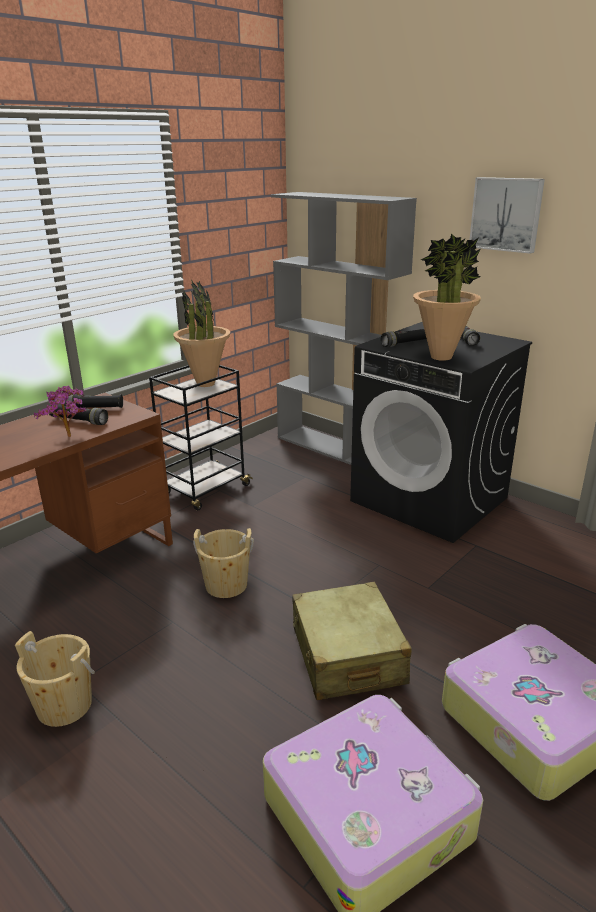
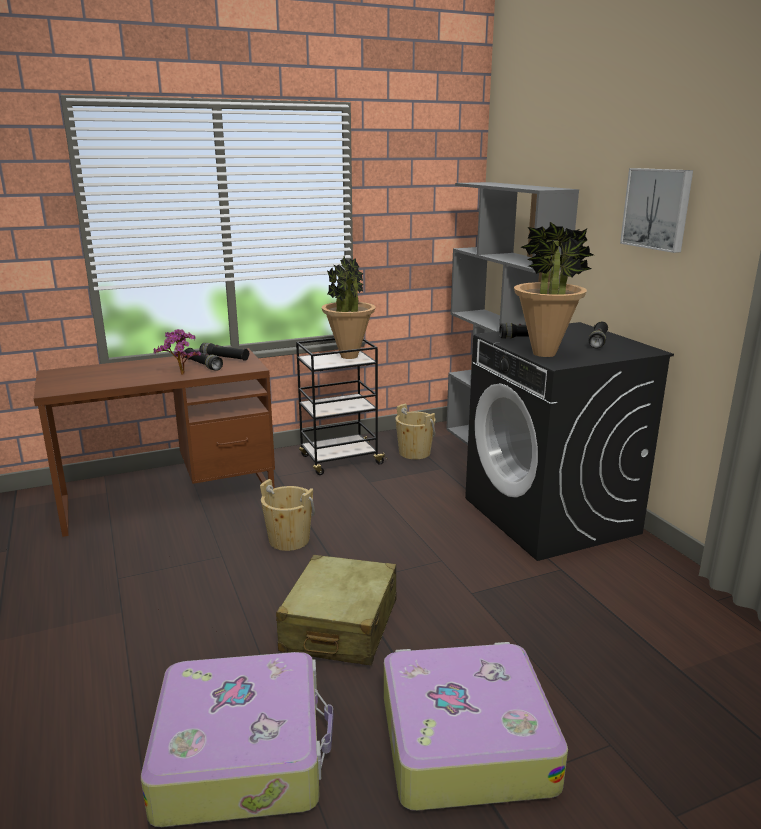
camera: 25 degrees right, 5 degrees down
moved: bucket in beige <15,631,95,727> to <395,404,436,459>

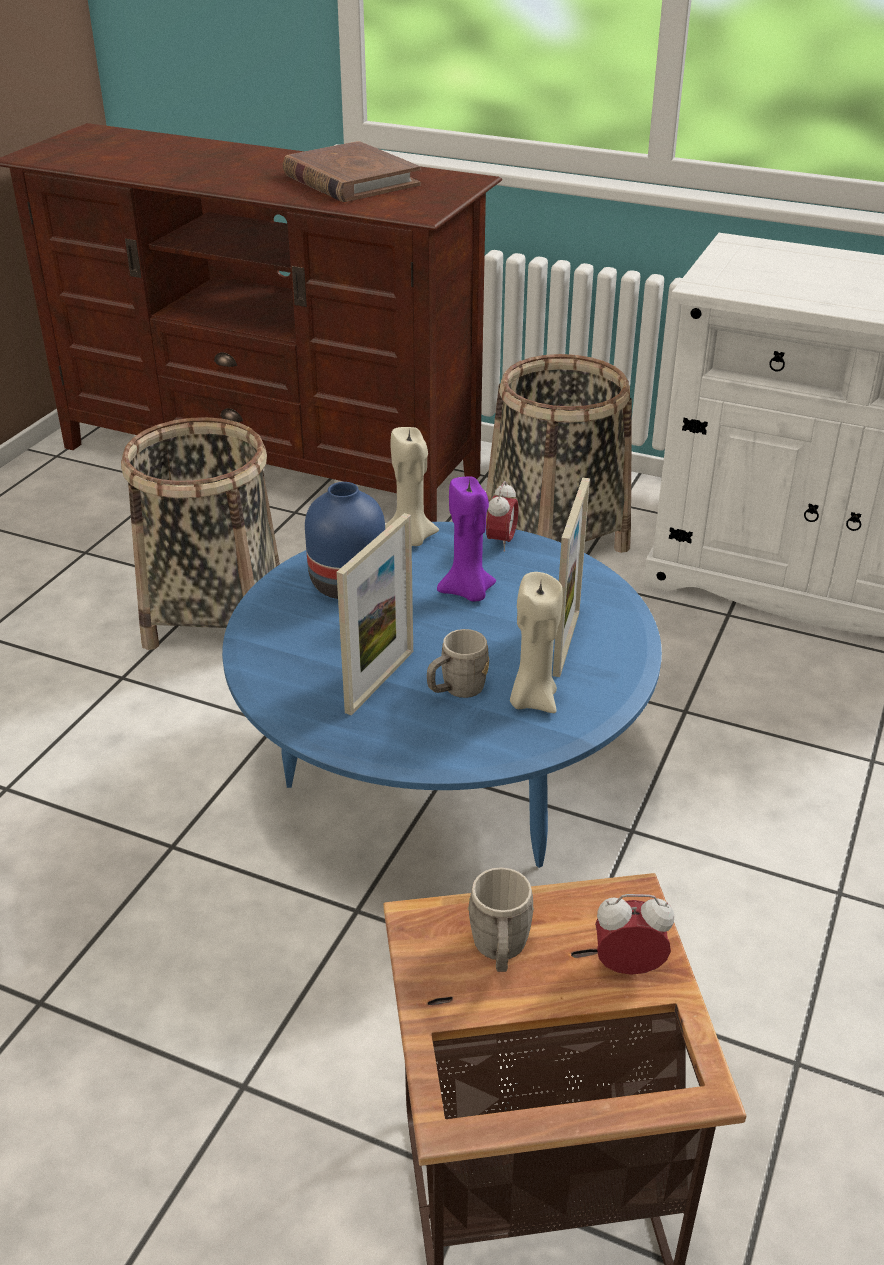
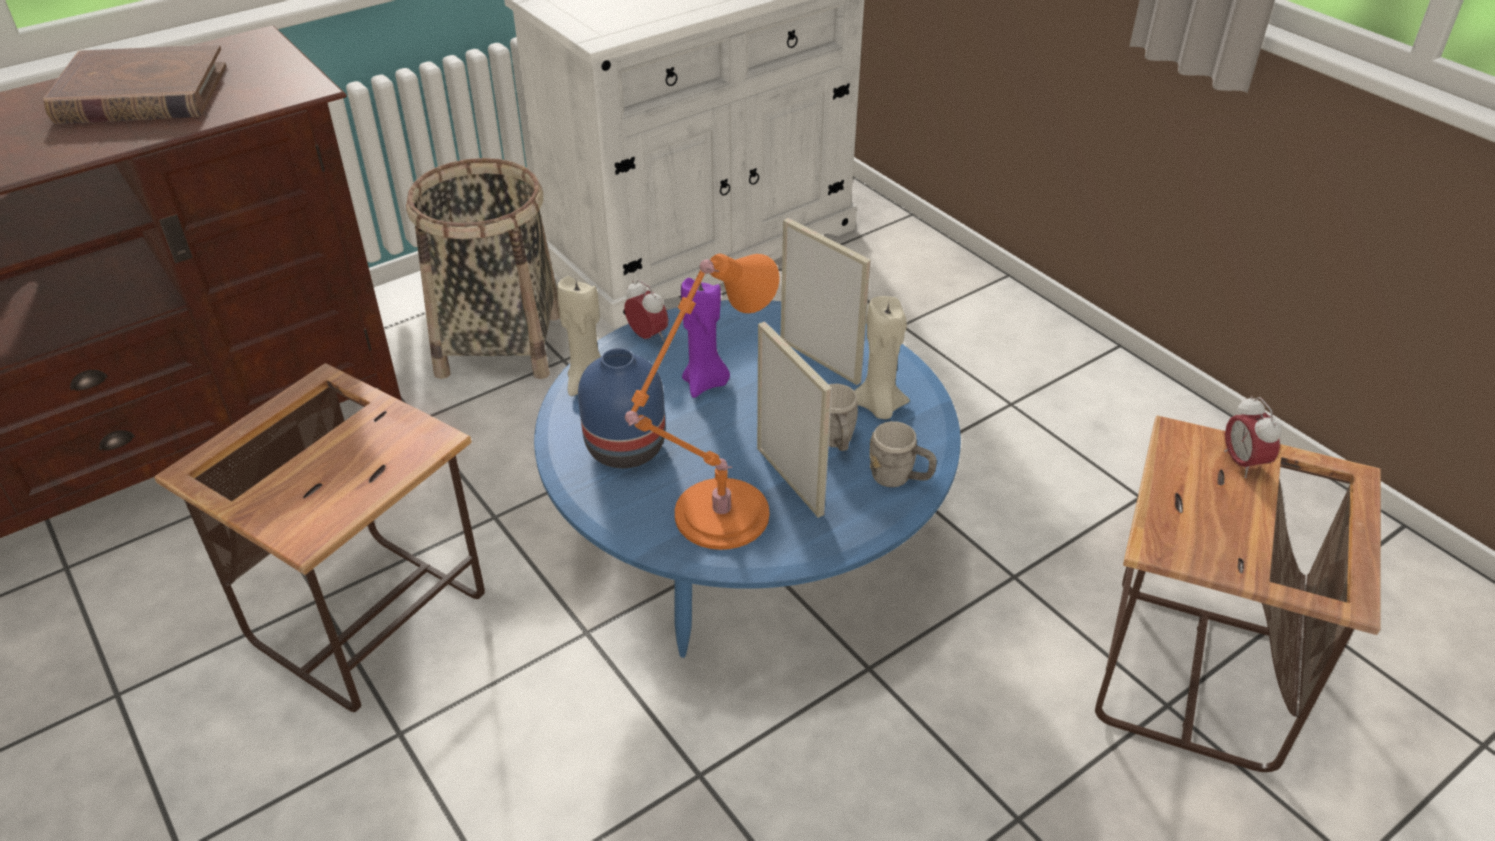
camera: 60 degrees left, 5 degrees up
added: table lamp in orange <625,254,780,550>
moved: mug in grey <468,867,534,972> to <870,421,937,487>
replaced: basket <121,417,280,650> to side table <154,363,485,712>
turned: alarm clock <595,894,674,975> = <1224,396,1282,478> 45 degrees counterclockwise

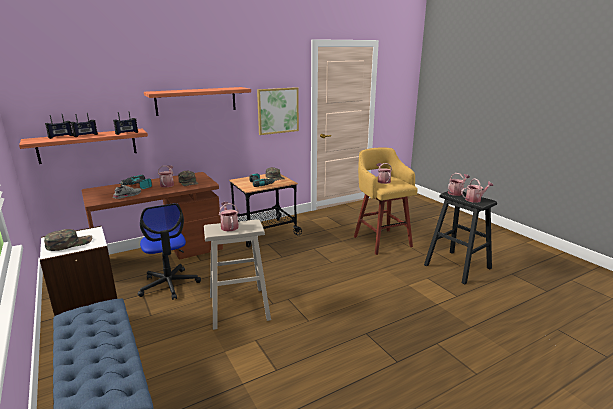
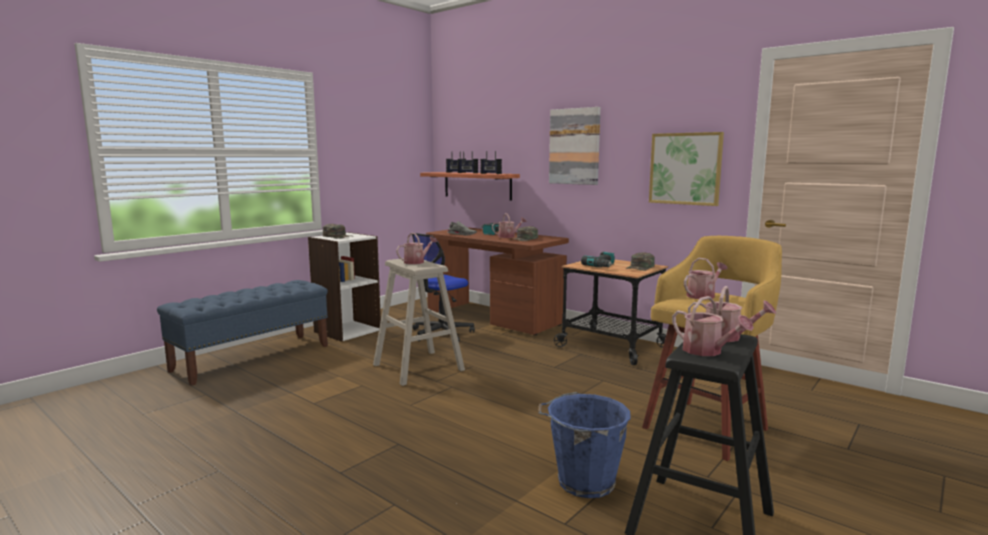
camera: 70 degrees right, 10 degrees down
added: bucket in blue <538,392,631,498>
replaced: shelf <144,87,251,116> to picture <549,107,601,185>

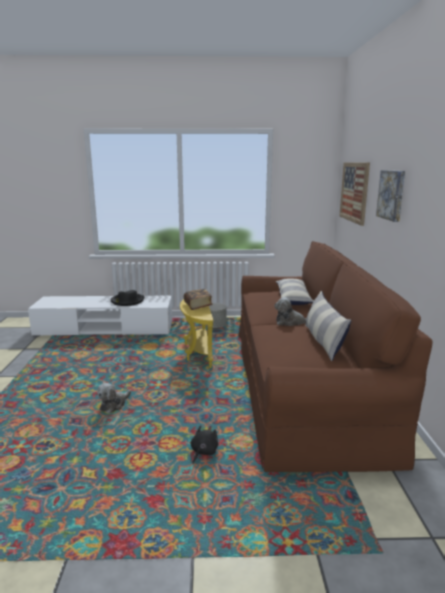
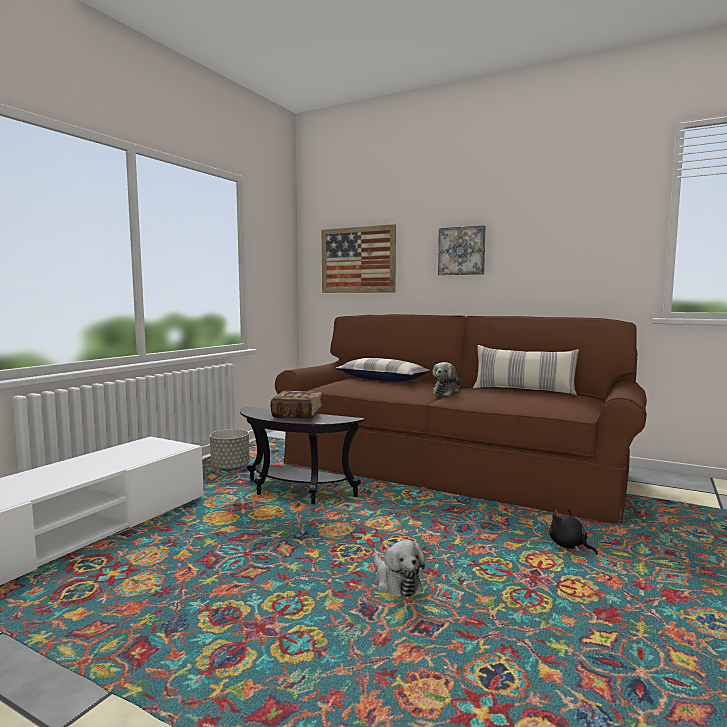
camera: 60 degrees left, 10 degrees down
removed: hat in black <111,290,145,306>
recoloured: side table in yellow <180,299,214,368> to side table in black <240,407,365,504>

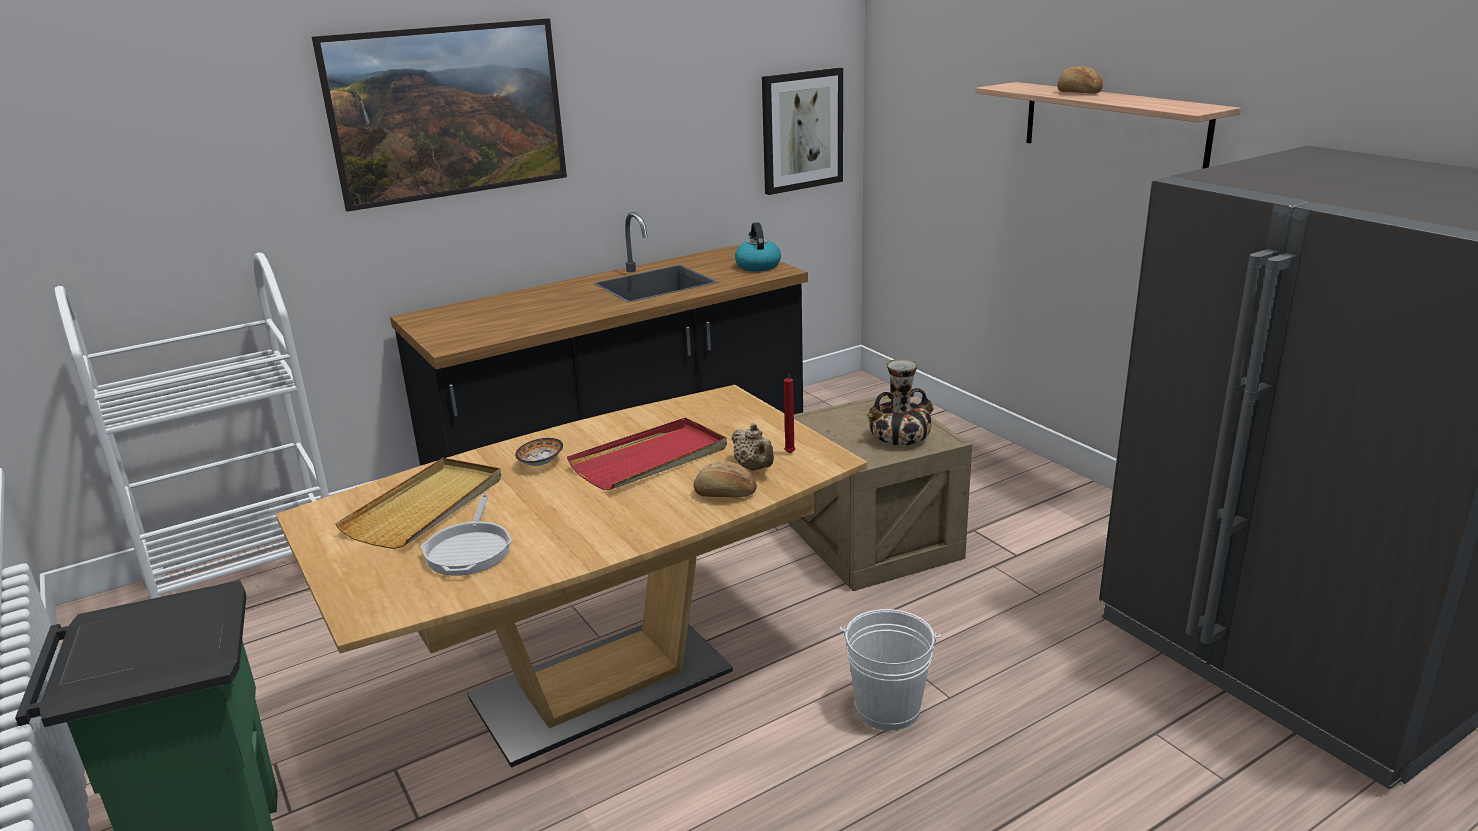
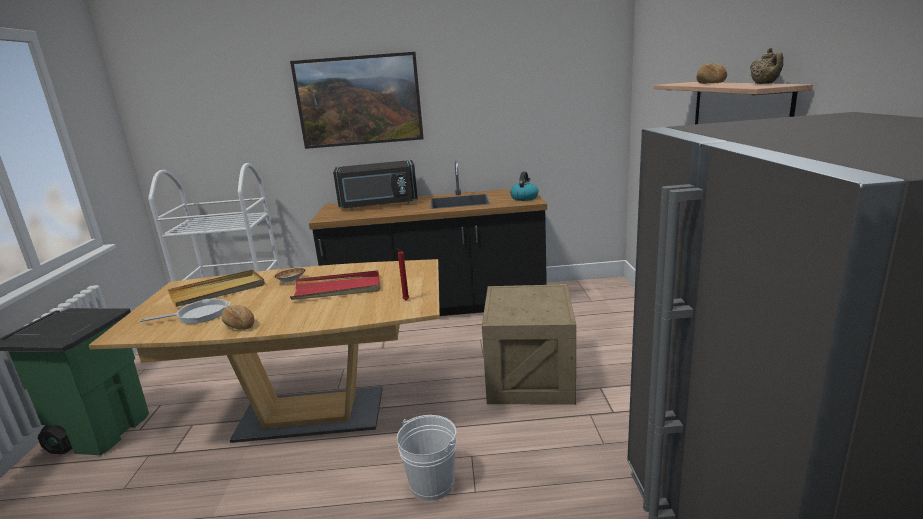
camera: 30 degrees right, 5 degrees down
removed: picture <762,68,843,195>; vase <868,359,933,445>
added: microwave in black <333,160,418,209>
moved: bread <694,461,757,498> to <222,305,254,330>; teapot in beige <732,423,774,471> to <750,48,784,84>
turned: frying pan <421,494,512,575> = <140,299,231,324> 135 degrees counterclockwise

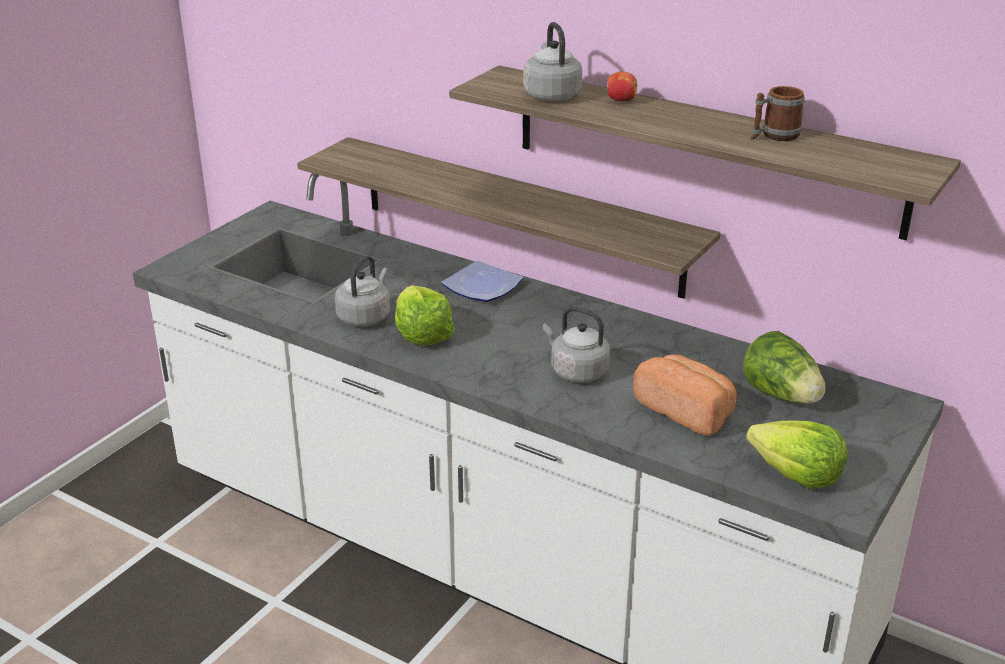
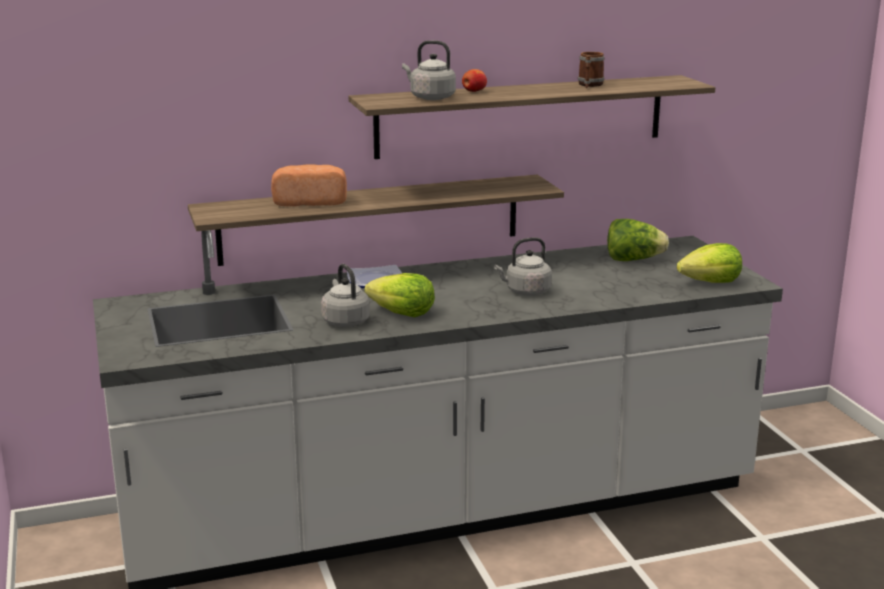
camera: 50 degrees left, 10 degrees down
moved: bread <633,355,737,436> to <271,164,347,206>

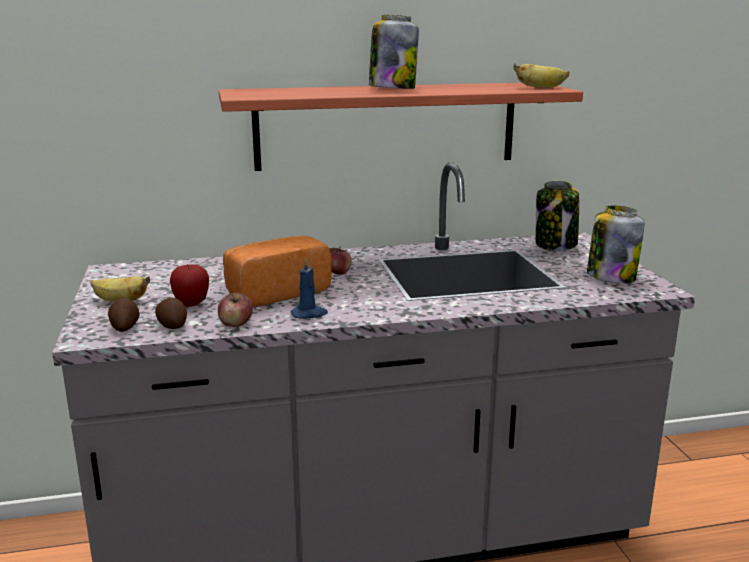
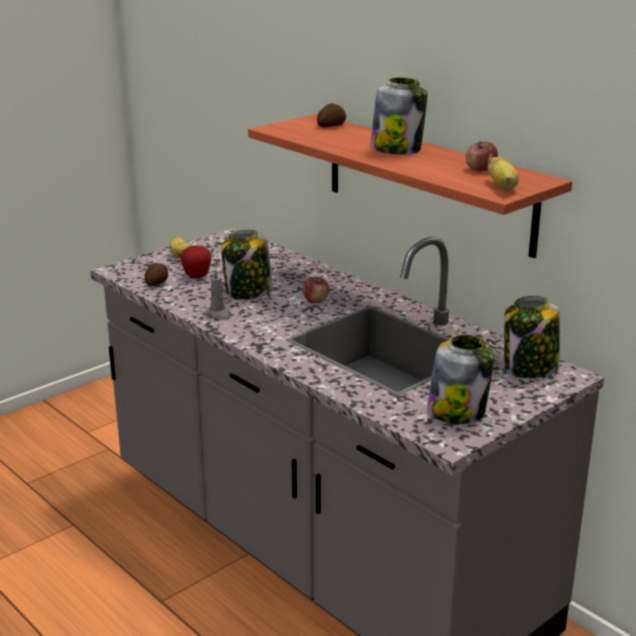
camera: 60 degrees right, 5 degrees up
moved: potato <108,298,139,332> to <317,103,346,127>; apple <218,293,253,327> to <466,141,498,171>
replaced: bread <223,236,332,307> to jar <221,230,273,300>
recoloured: candle in blue <291,257,328,319> to candle in grey <204,269,231,320>

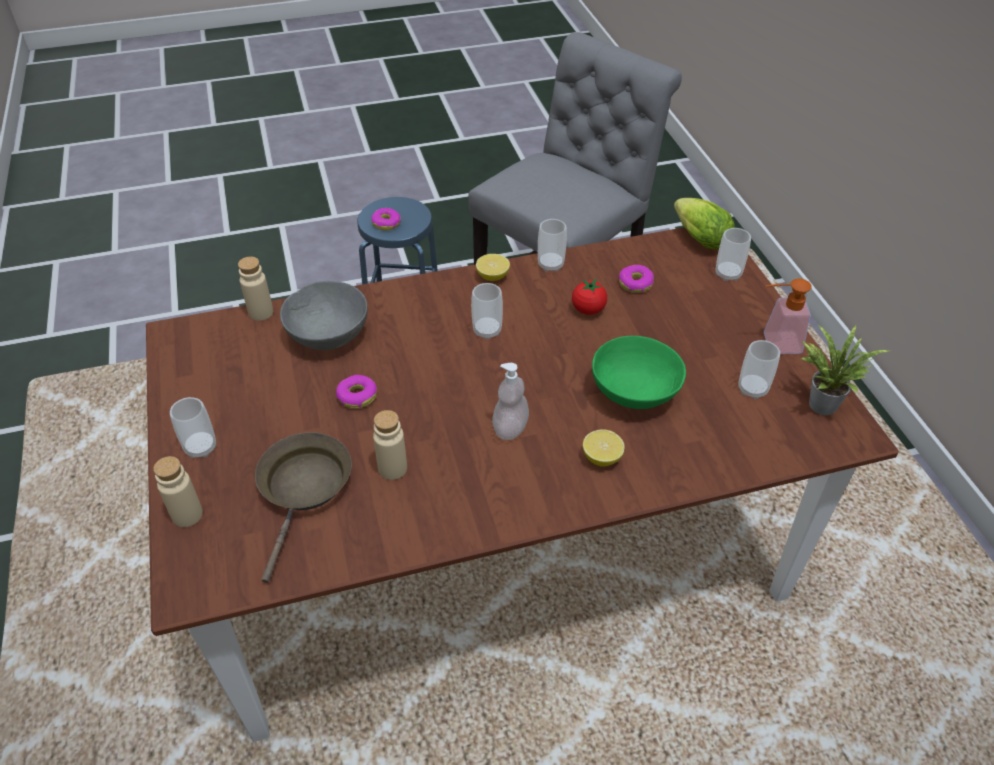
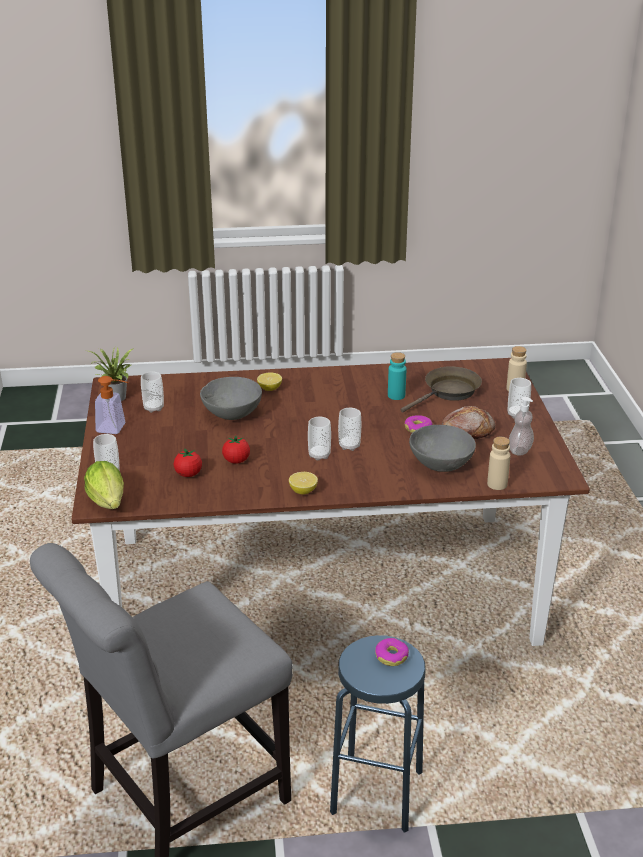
camera: 170 degrees left, 15 degrees down
added: bread <442,406,496,439>
moved: cup <538,219,567,272> to <338,408,361,451>; soap dispenser <492,363,529,440> to <509,397,534,456>
replaced: donut <619,265,654,293> to tomato <174,448,202,477>
recoloured: bowl in green <592,336,686,409> to bowl in grey <200,377,262,420>; bottle in beige <373,410,407,480> to bottle in turquoise <388,352,406,400>
turned: frying pan in brown <255,432,352,583> = <401,366,482,412> 150 degrees counterclockwise

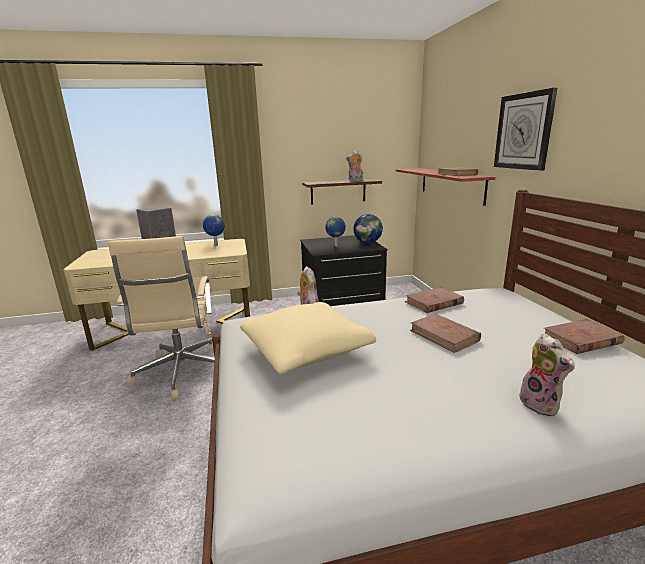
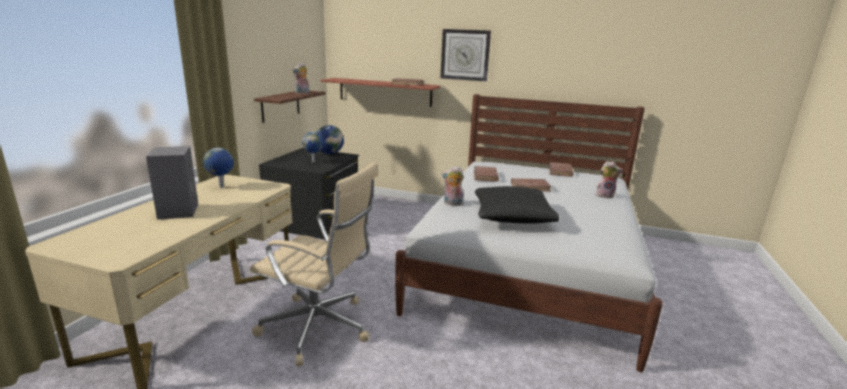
camera: 60 degrees left, 0 degrees up
recoloured: pillow in beige <240,302,376,374> to pillow in black <475,186,559,223>

